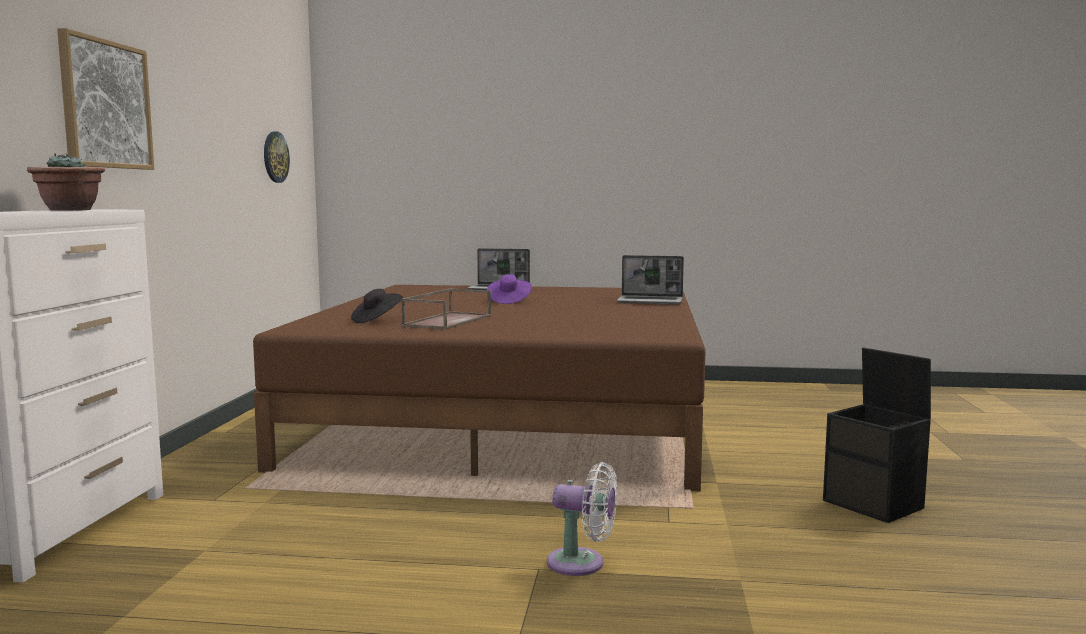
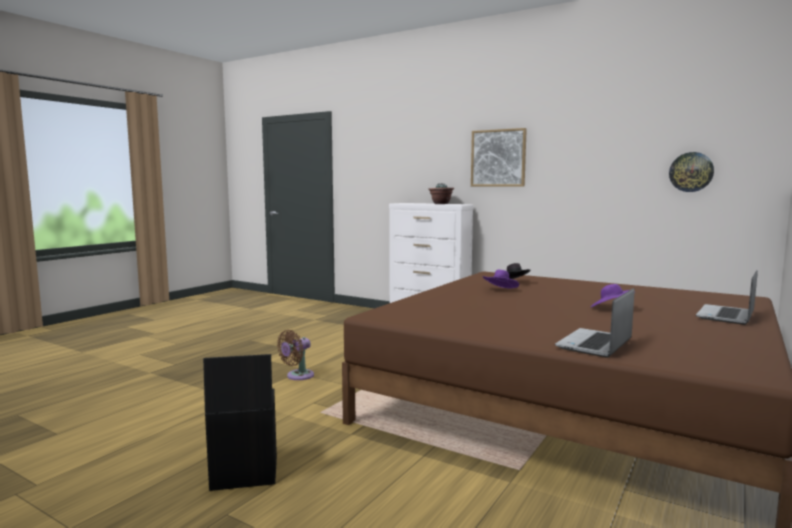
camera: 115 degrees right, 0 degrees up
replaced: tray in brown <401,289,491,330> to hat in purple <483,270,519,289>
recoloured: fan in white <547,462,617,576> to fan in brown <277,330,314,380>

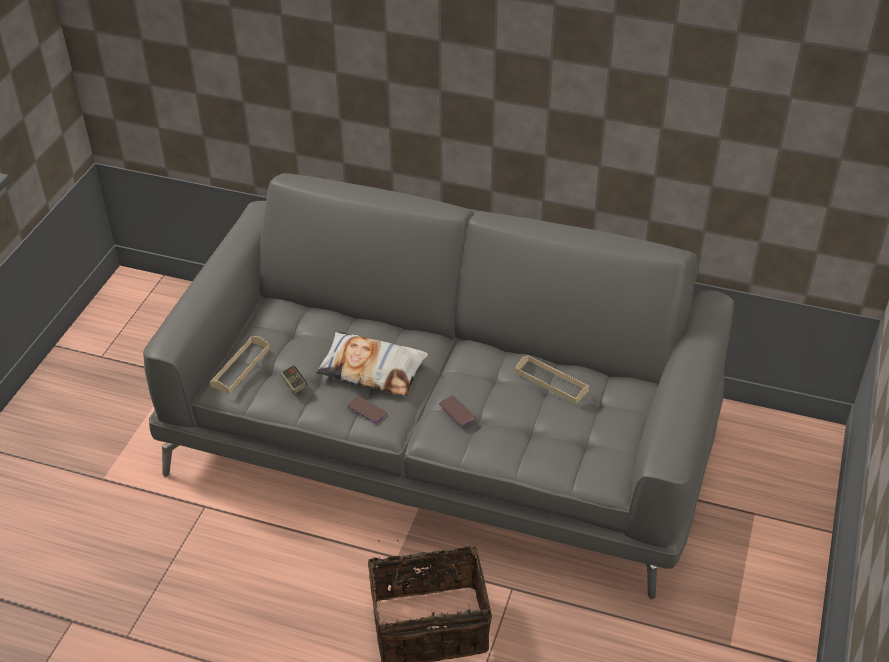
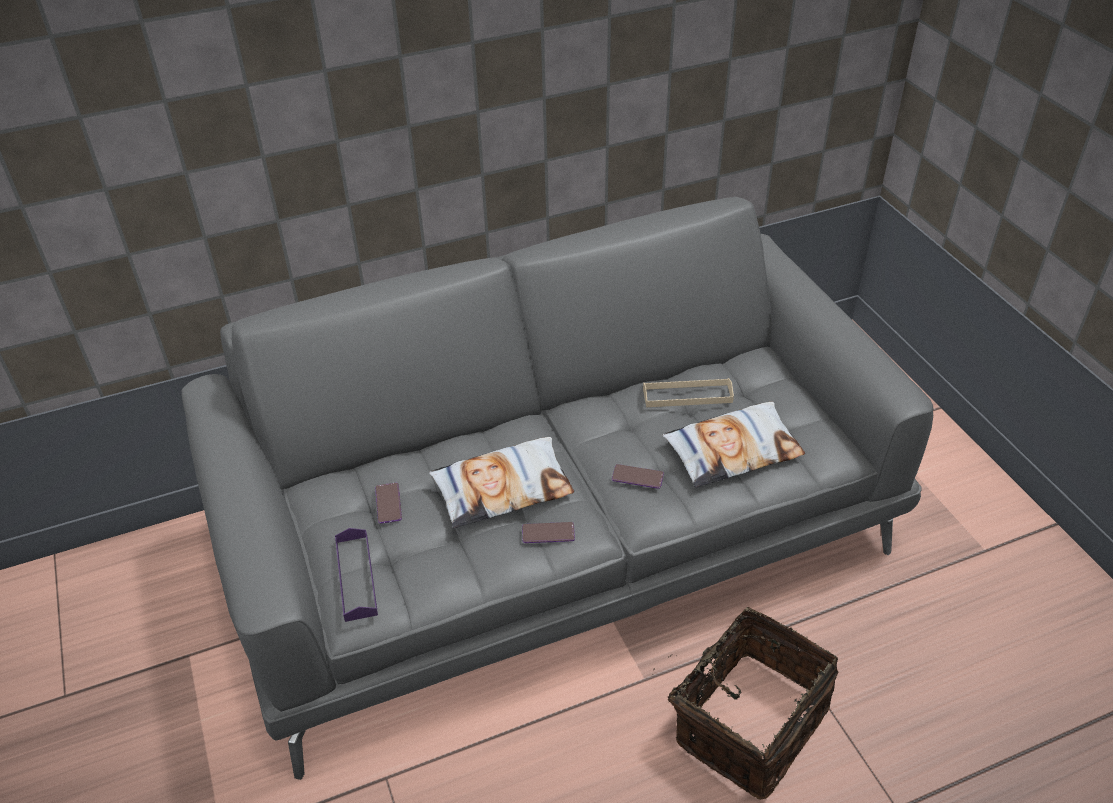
camera: 40 degrees left, 0 degrees up
removed: game controller <280,365,307,394>
added: phone <376,483,402,524>; pillow <662,402,805,488>
recoloured: tray in beige <210,336,270,394> to tray in purple <335,528,378,622>

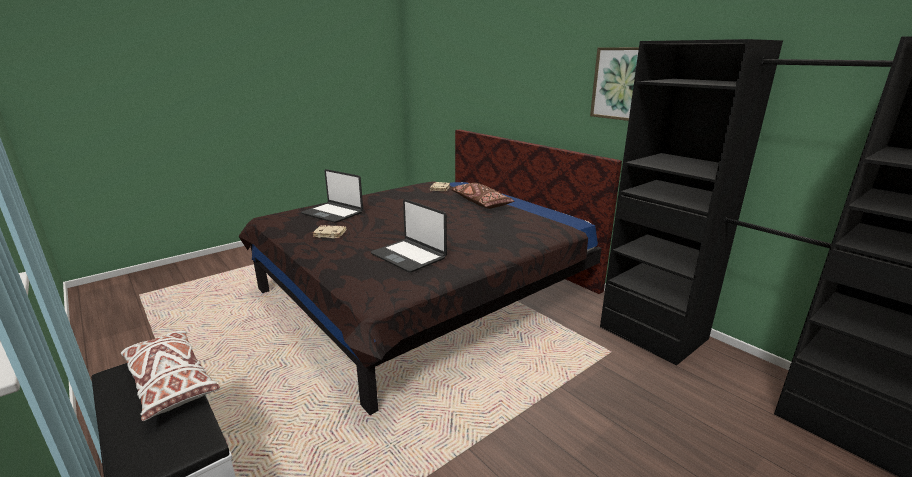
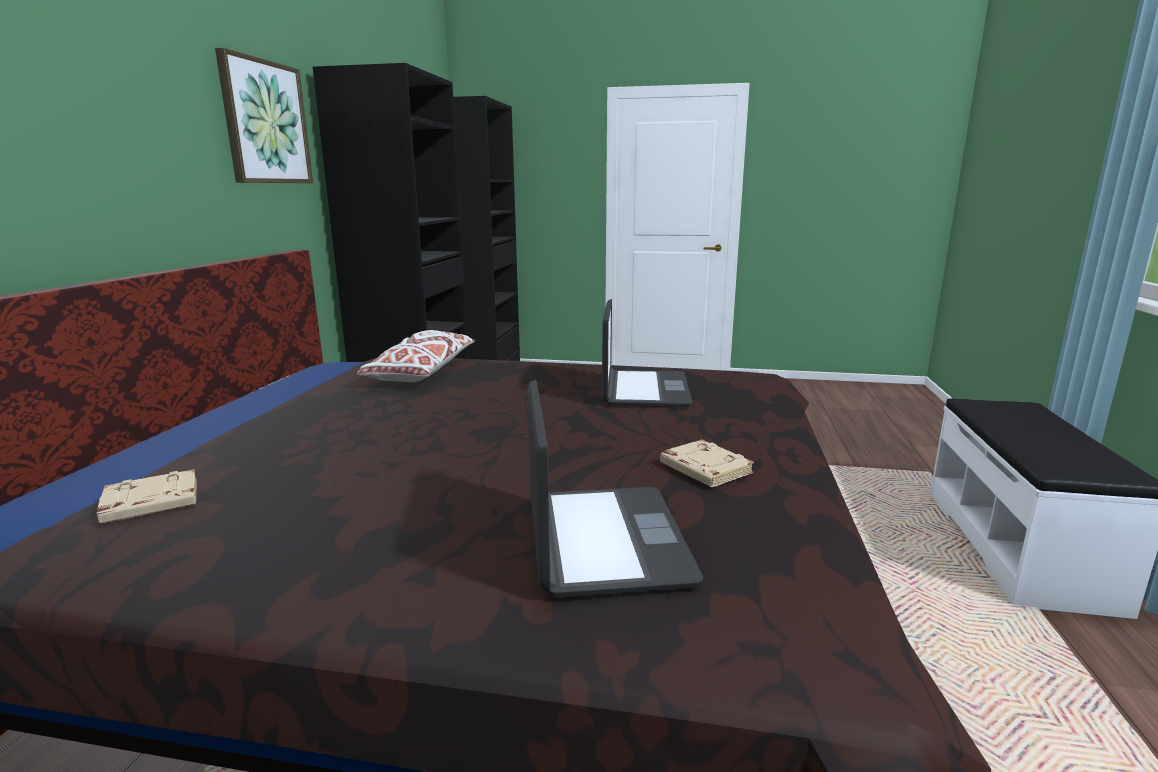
camera: 130 degrees left, 5 degrees down
removed: pillow in brown <451,183,514,209>
moved: pillow in white <121,330,220,421> to <357,330,475,382>

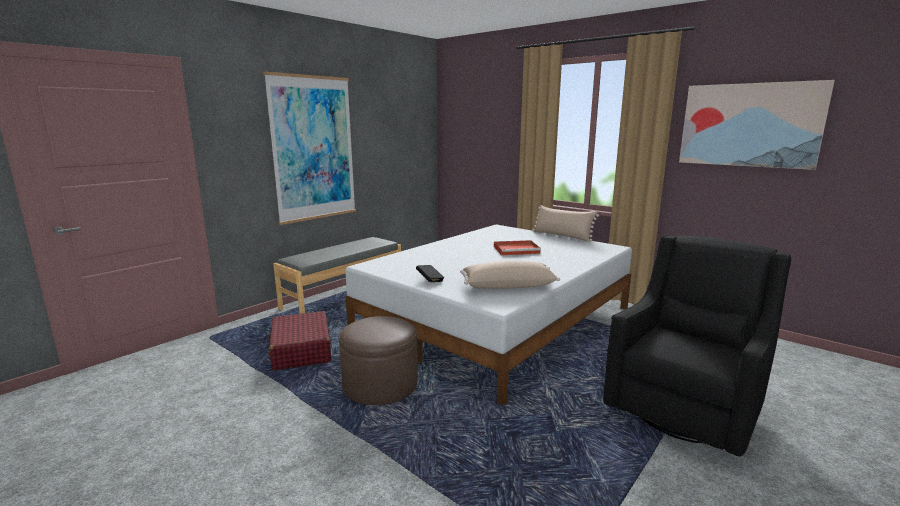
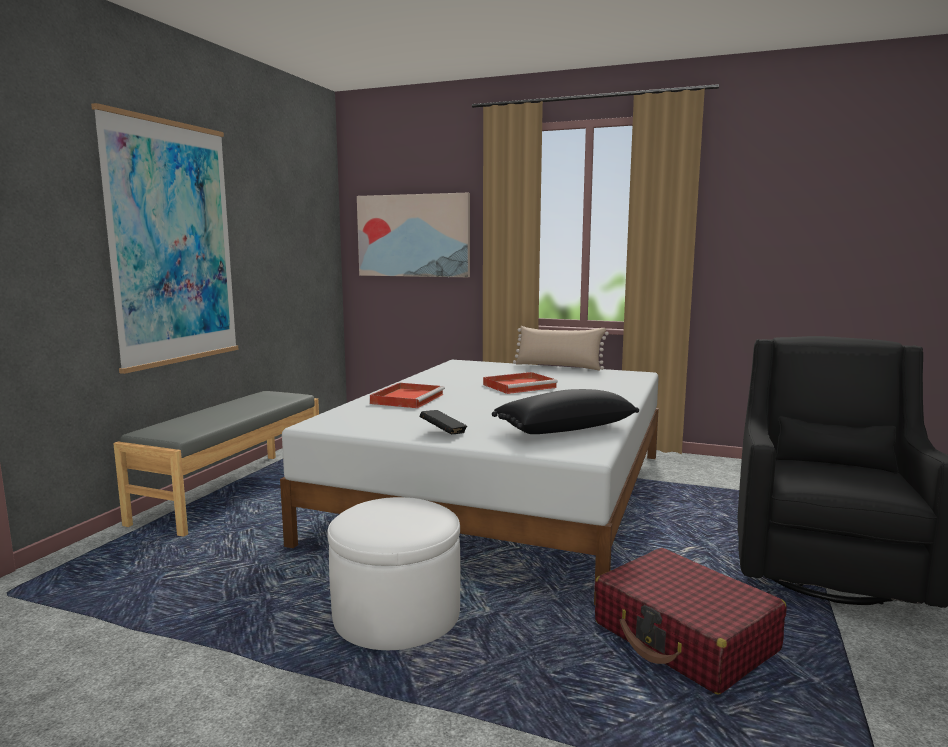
camera: 20 degrees left, 5 degrees down
added: tray in red <370,383,445,408>
moved: picture <679,80,835,170> to <357,193,470,277>; suitcase in red <267,311,331,371> to <594,548,786,694>
recoloured: ottoman in brown <339,316,418,405> to ottoman in white <327,497,461,650>; pillow in beige <460,261,560,289> to pillow in black <492,389,639,434>

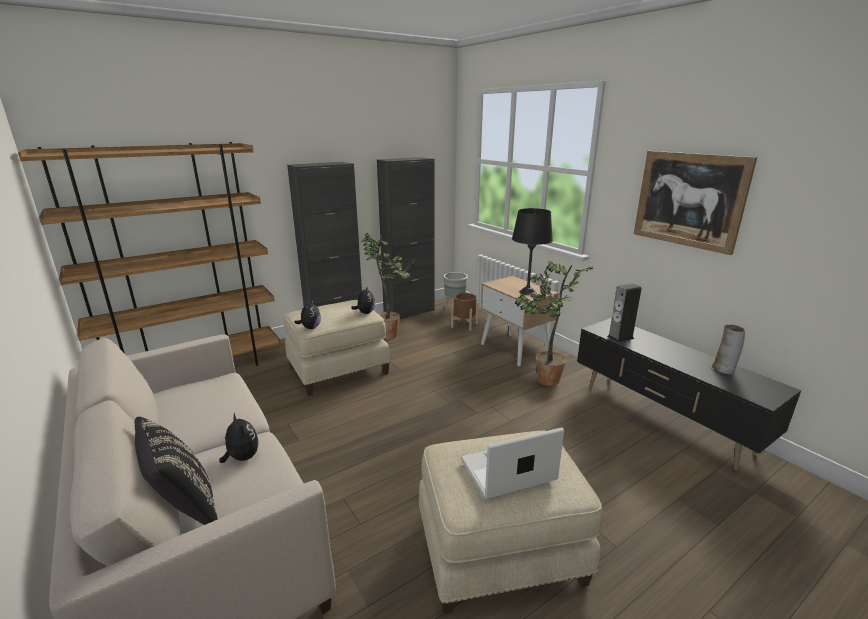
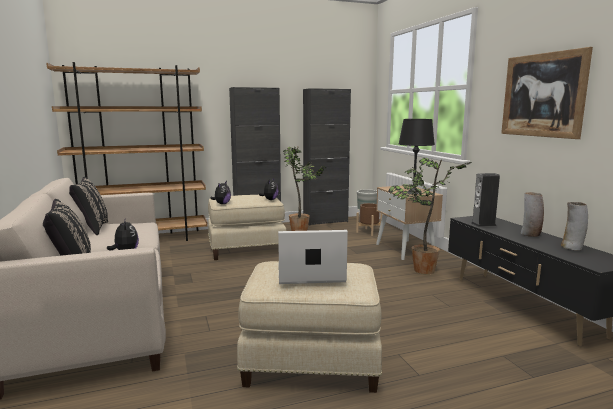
camera: 15 degrees right, 10 degrees down
added: pillow in black <69,177,108,235>; vase <521,192,544,237>

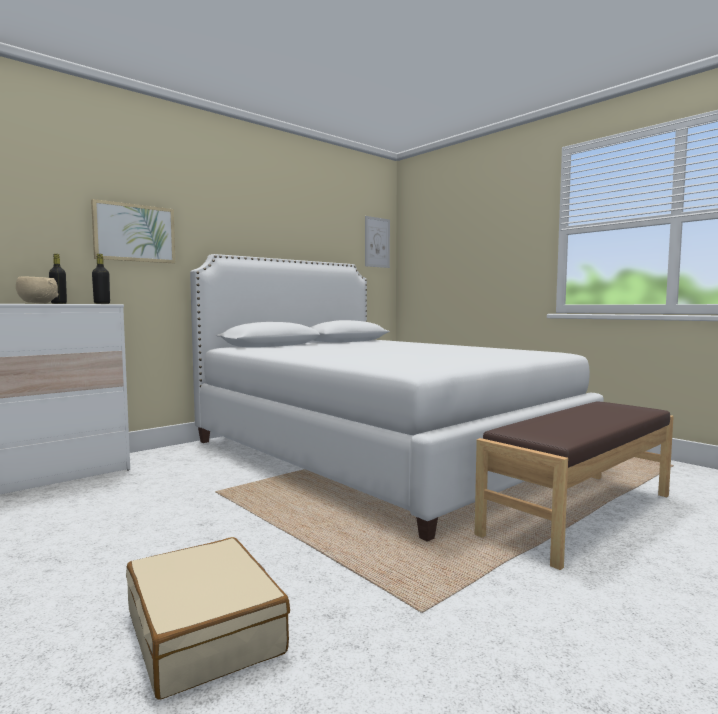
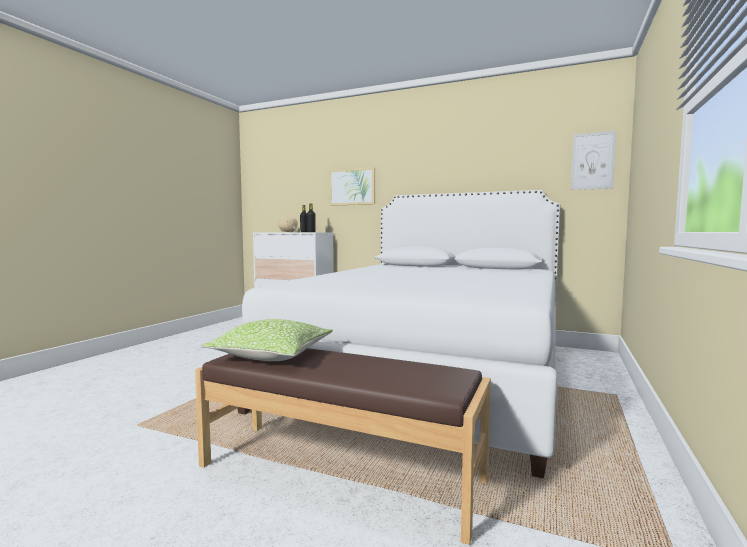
camera: 65 degrees right, 0 degrees up
removed: suitcase in beige <126,537,290,700>
added: pillow <201,319,333,361>

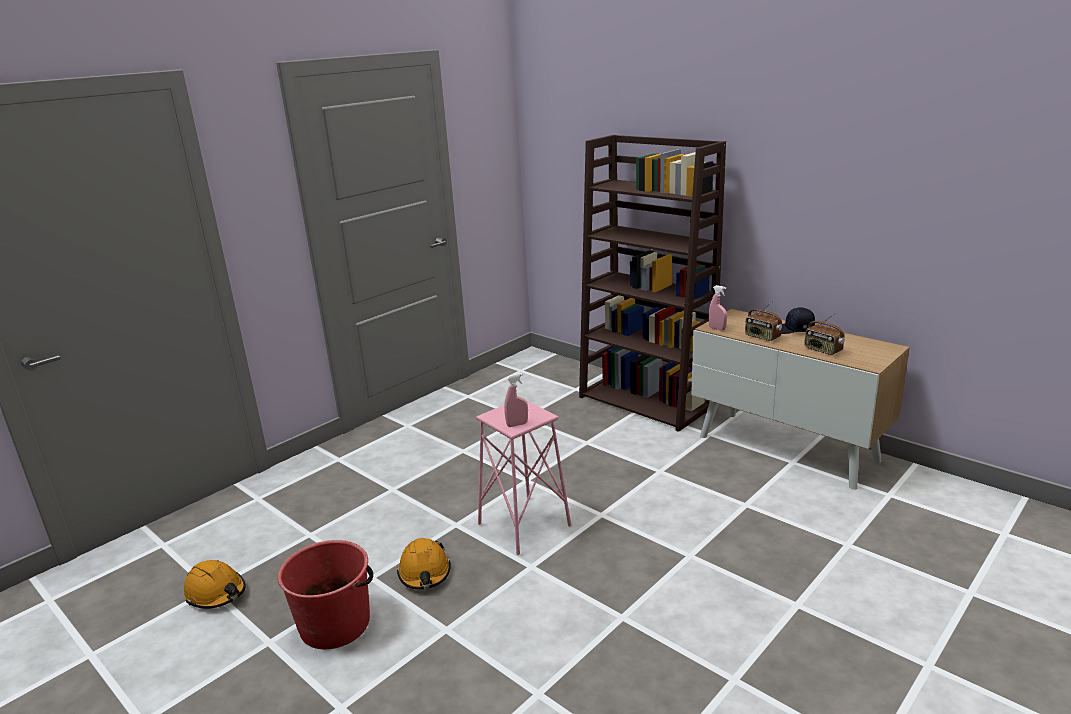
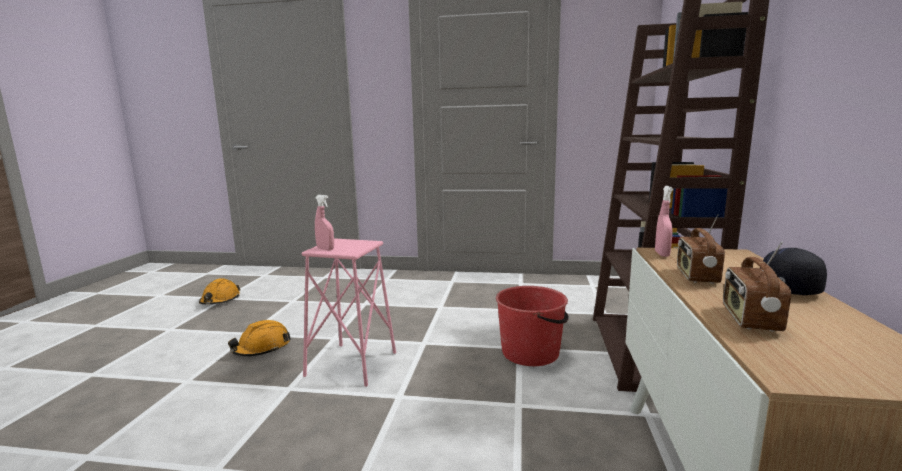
camera: 55 degrees right, 10 degrees down
moved: bucket in red <278,540,373,649> to <496,286,569,366>

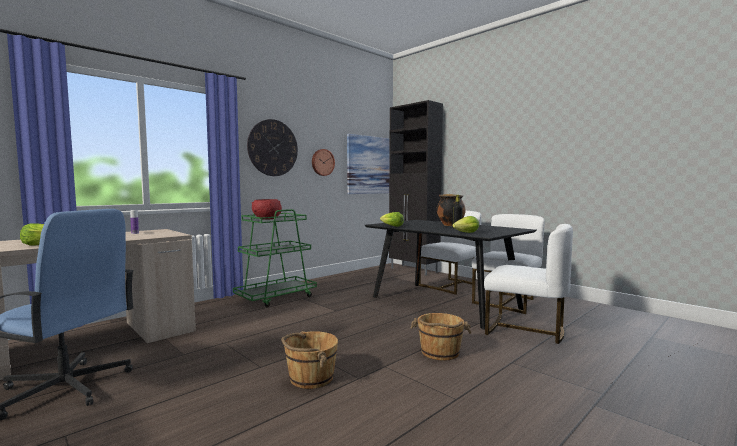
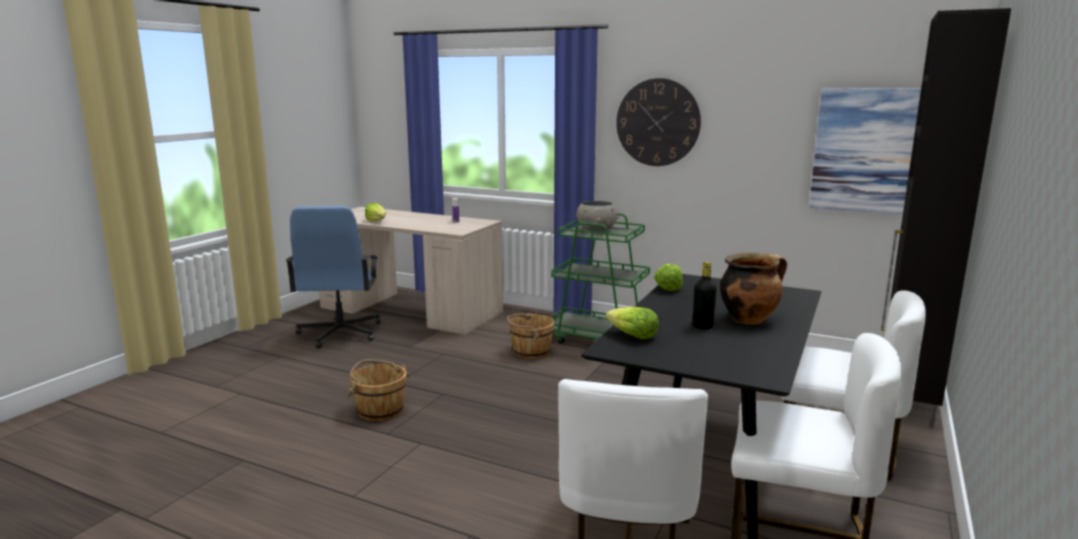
camera: 70 degrees right, 10 degrees up
removed: wall clock <312,149,335,176>
moved: bucket in brown <410,313,471,361> to <507,313,554,359>
recoloured: bowl in red <252,199,282,220> to bowl in grey <576,201,619,232>

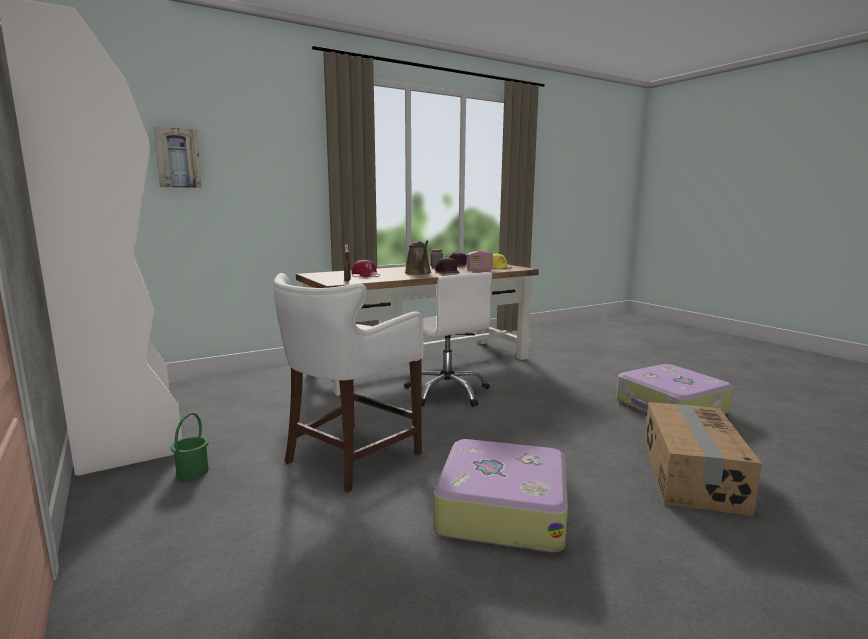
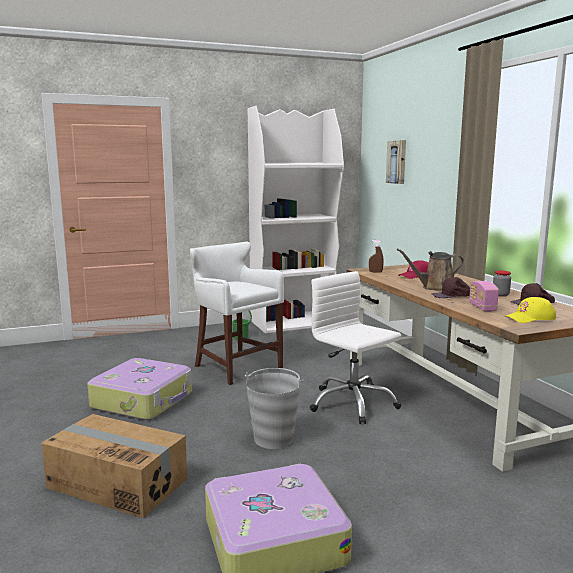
camera: 100 degrees right, 0 degrees up
added: bucket in grey <245,368,304,449>
turned: office chair in white <405,272,492,407> = <310,271,402,424> 75 degrees clockwise

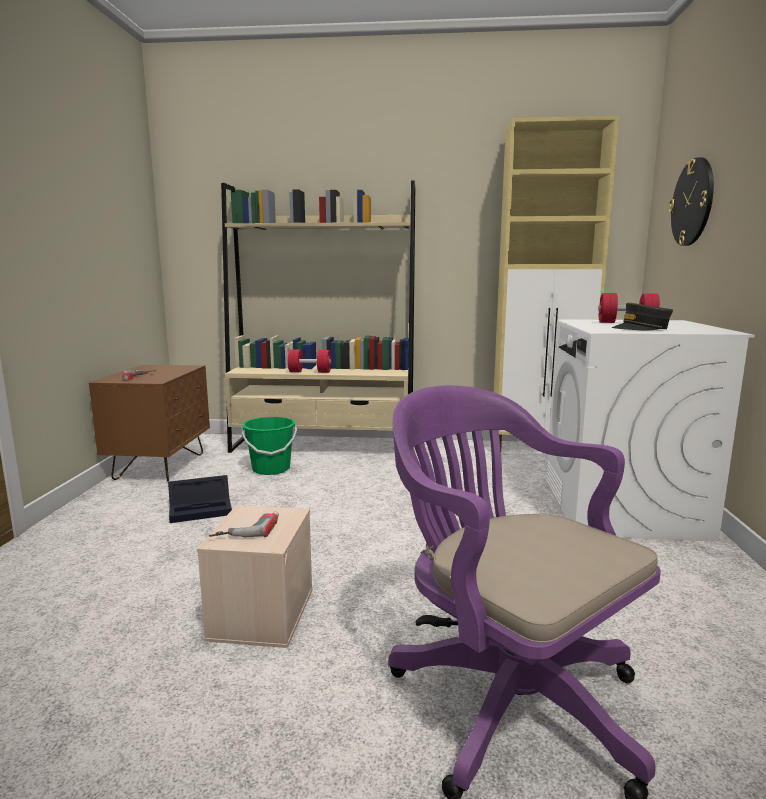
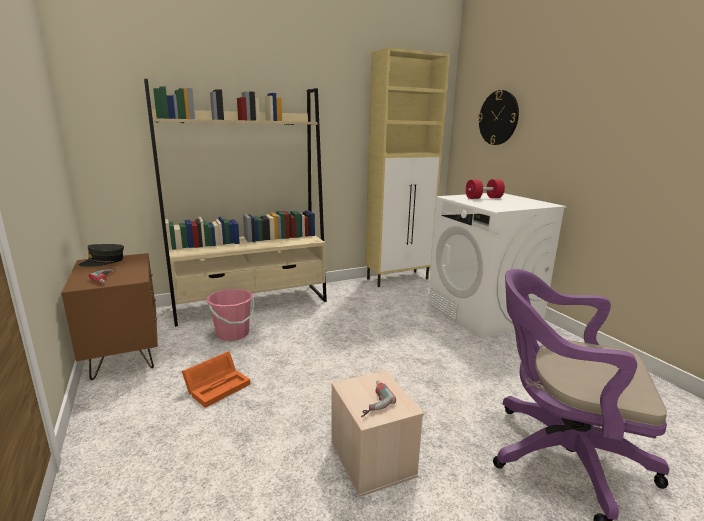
camera: 30 degrees left, 5 degrees up
removed: dumbbell in red <288,349,331,373>
moved: cap in grey <612,303,673,330> to <78,244,124,267>
recoloured: storage box in black <168,475,232,523> to storage box in orange <182,351,251,408>; bucket in green <242,417,297,475> to bucket in pink <207,289,254,341>

